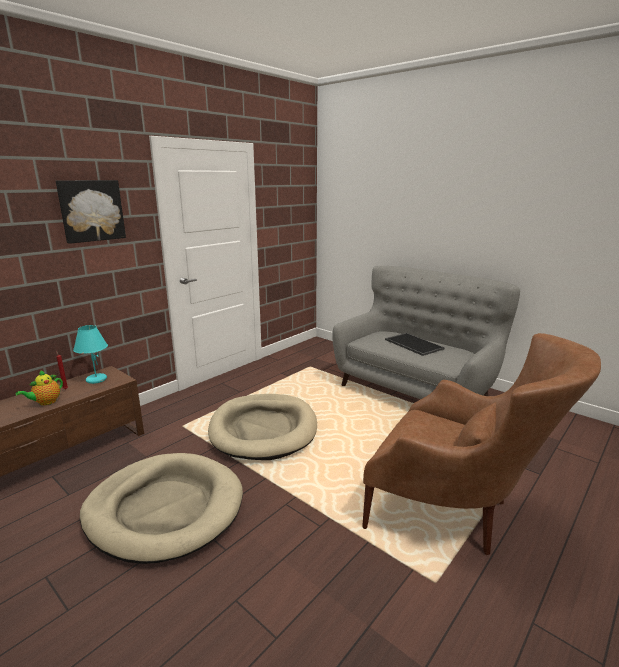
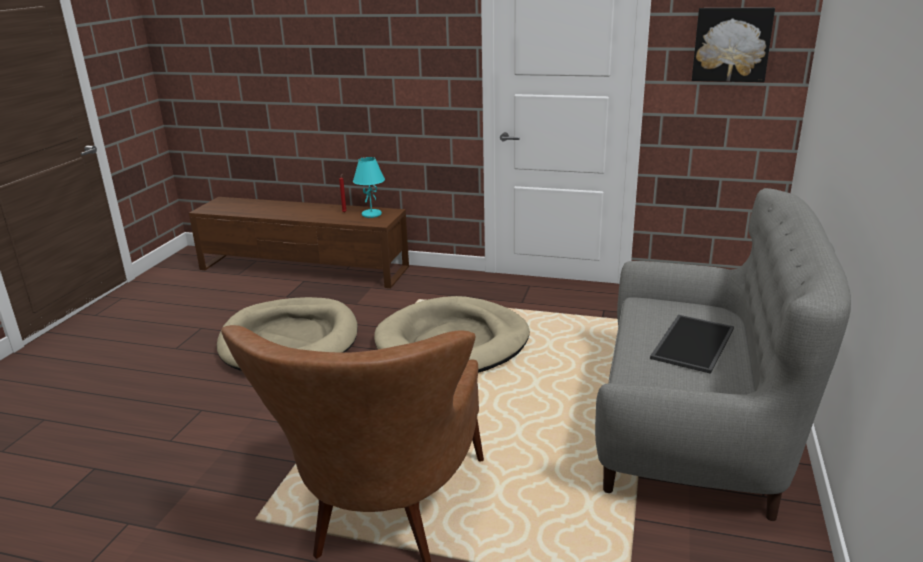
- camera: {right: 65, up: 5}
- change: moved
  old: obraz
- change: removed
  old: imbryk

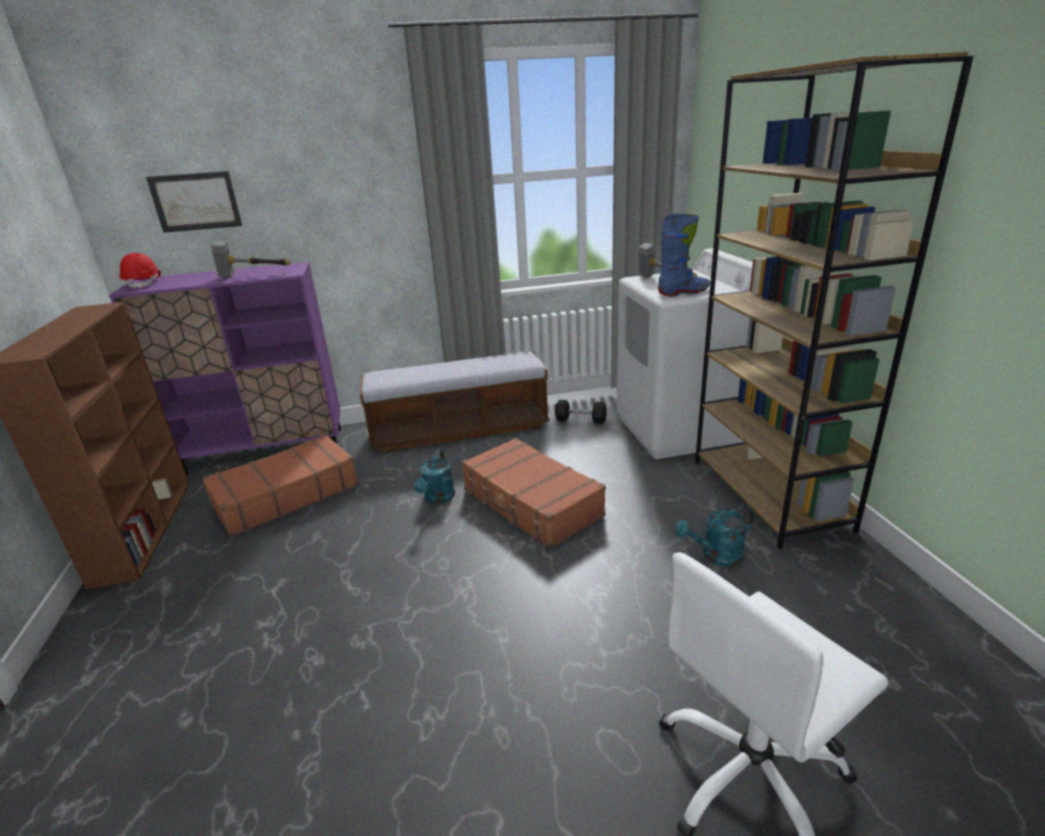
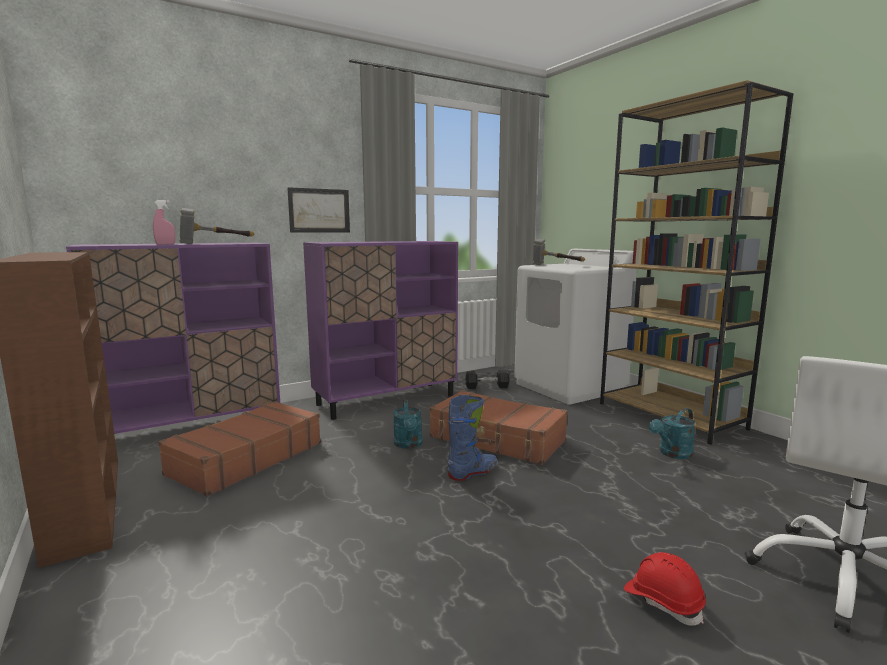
- camera: {right: -20, up: -15}
- change: moved
  old: obraz
- change: moved
  old: but z cholewką/niebieski
- change: moved
  old: kask/czerwony
- change: replaced
  old: ławka
  new: szafka/fioletowy (2nd from left)
- change: added
  new: spryskiwacz/różowy

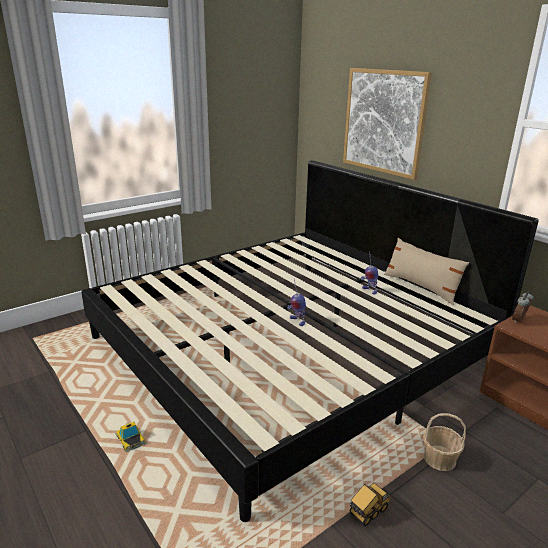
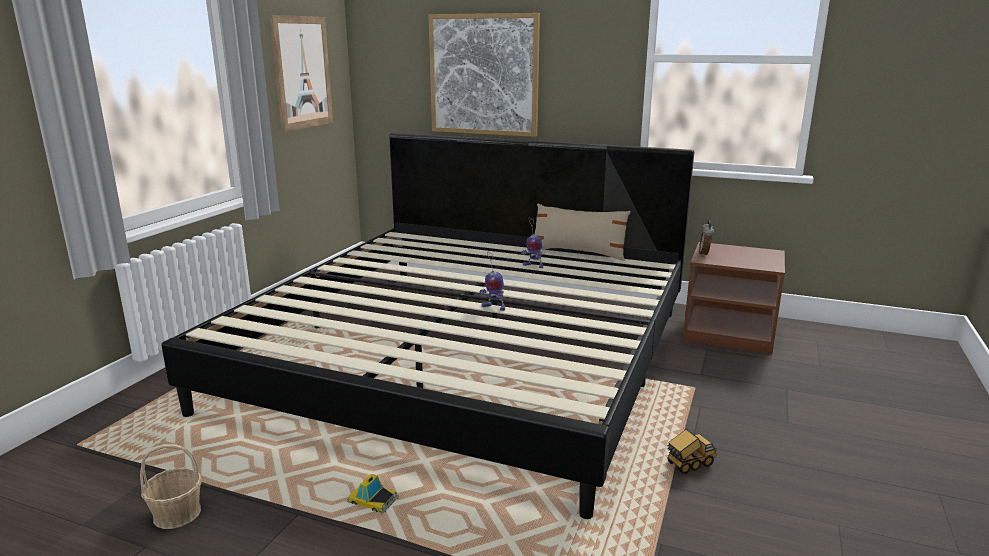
- camera: {right: -30, up: -5}
- change: moved
  old: koszyk
- change: turned
  old: ciężarówka zabawkowa
  degrees: 45
- change: added
  new: obraz (1st from left)

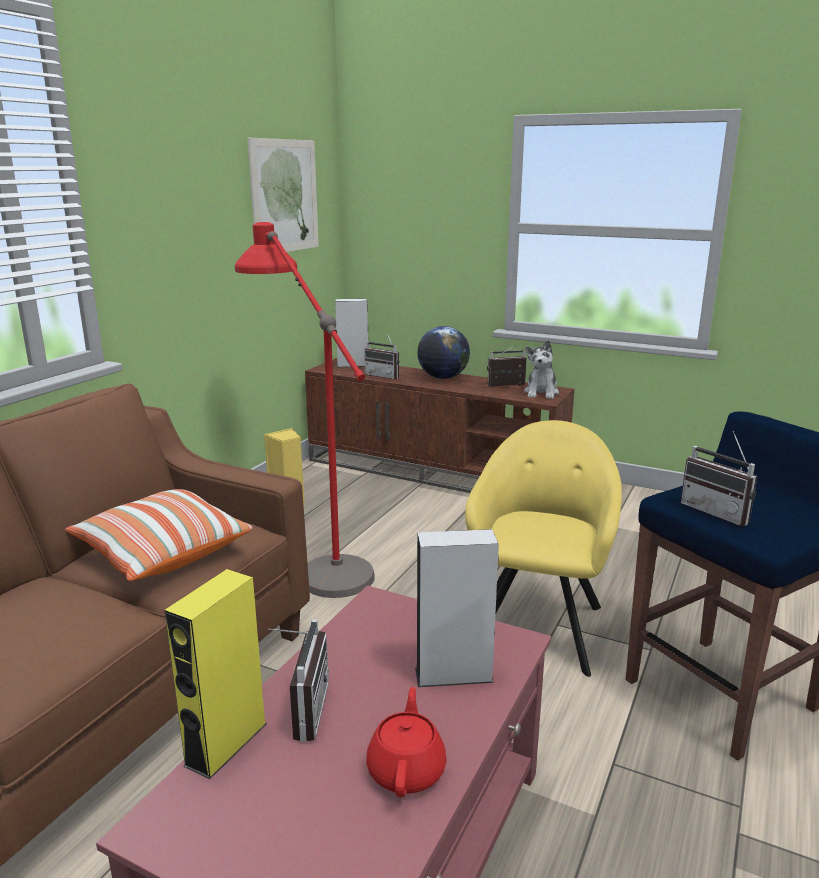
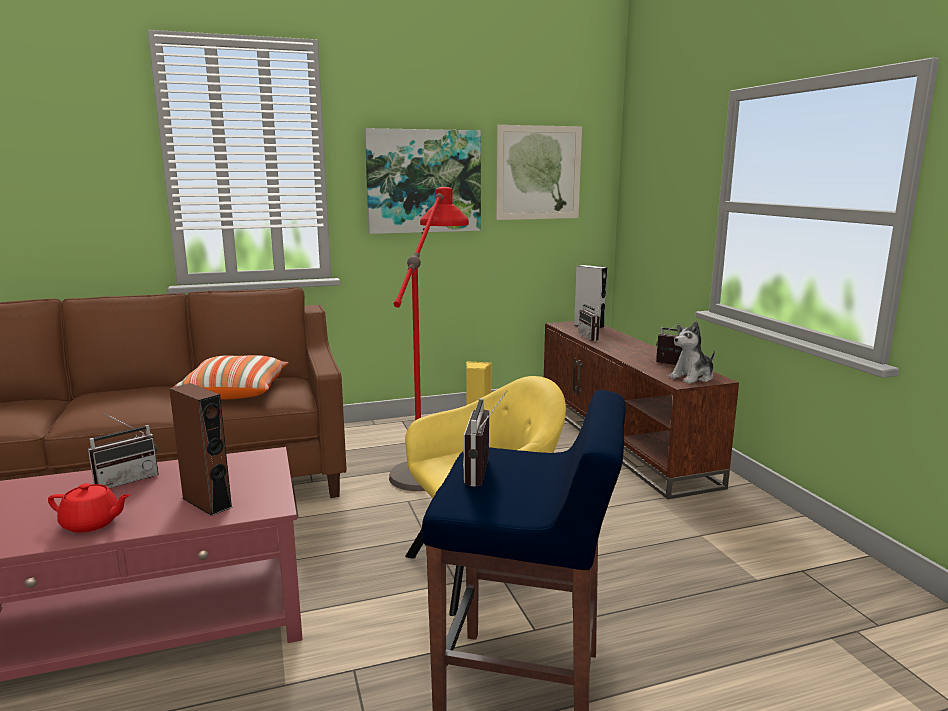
- camera: {right: 45, up: -5}
- change: removed
  old: globus
- change: recoloured
  old: głośnik/szary (2nd from left)
  new: głośnik/brązowy
- change: removed
  old: głośnik/żółty (1st from left)
- change: turned
  old: imbryk/czerwony
  degrees: 45
- change: added
  new: obraz (1st from left)

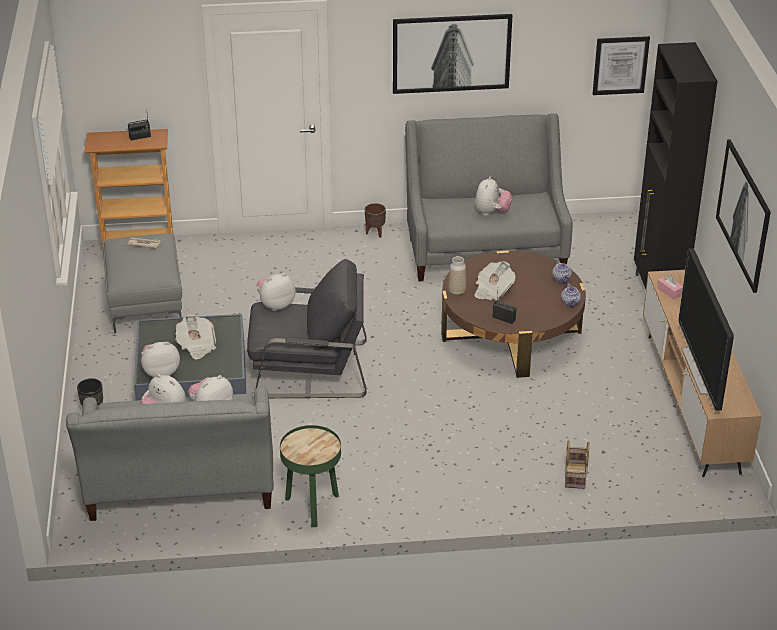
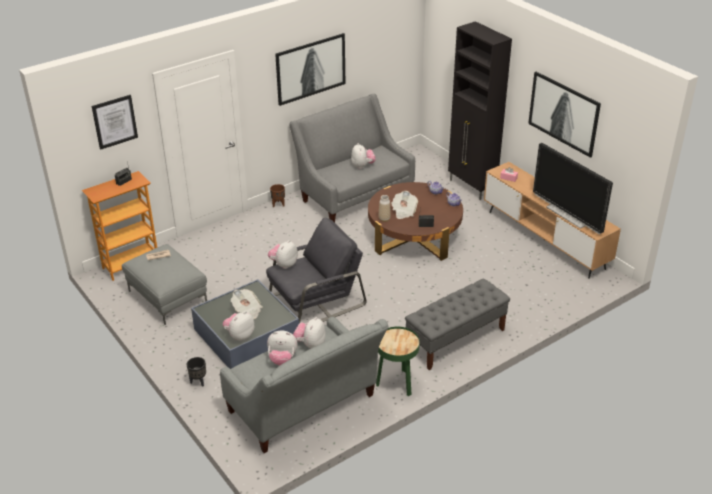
- camera: {right: -30, up: 0}
- change: moved
  old: obraz (2nd from left in the first image)
  new: obraz (1st from left)
- change: removed
  old: koszyk
- change: added
  new: ławka/szary

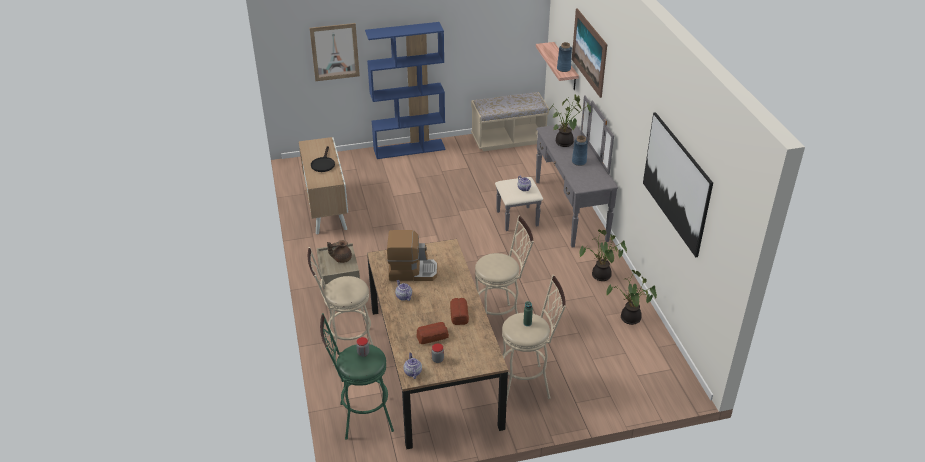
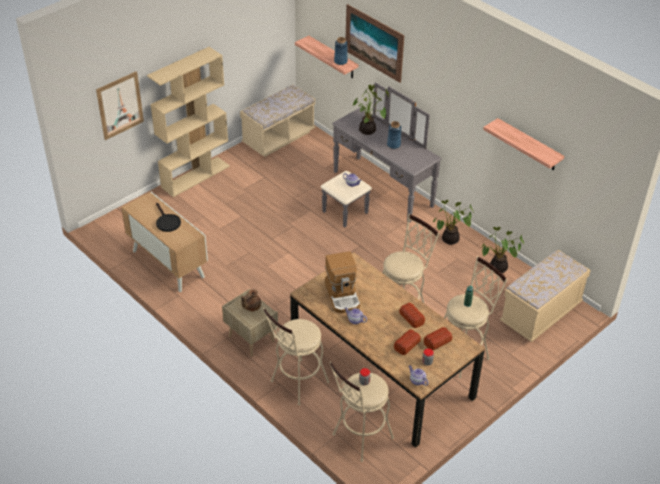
- camera: {right: -30, up: 5}
- change: recoloured
  old: regał/niebieski
  new: regał/beżowy
- change: replaced
  old: obraz (3rd from left)
  new: półka (2nd from left)
- change: turned
  old: ekspres do kawy
  degrees: 105
- change: recoloured
  old: stołek/zielony
  new: stołek/beżowy (2nd from left)
- change: added
  new: ławka/beżowy (2nd from left)
- change: added
  new: chleb (3rd from left)

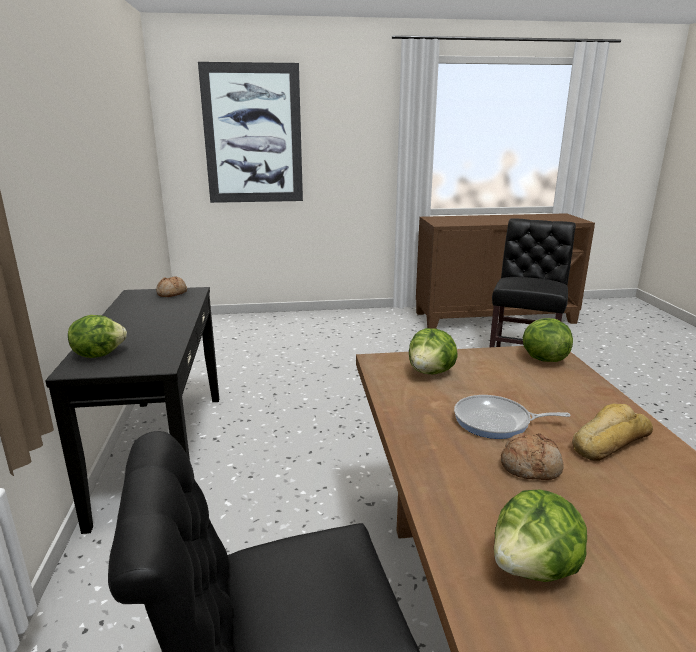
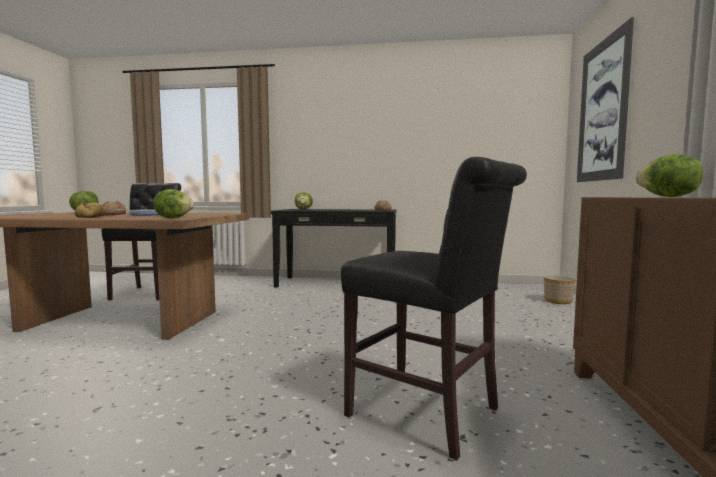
- camera: {right: 105, up: -15}
- change: moved
  old: sałata (2nd from left in the first image)
  new: sałata (4th from left)
- change: added
  new: donica

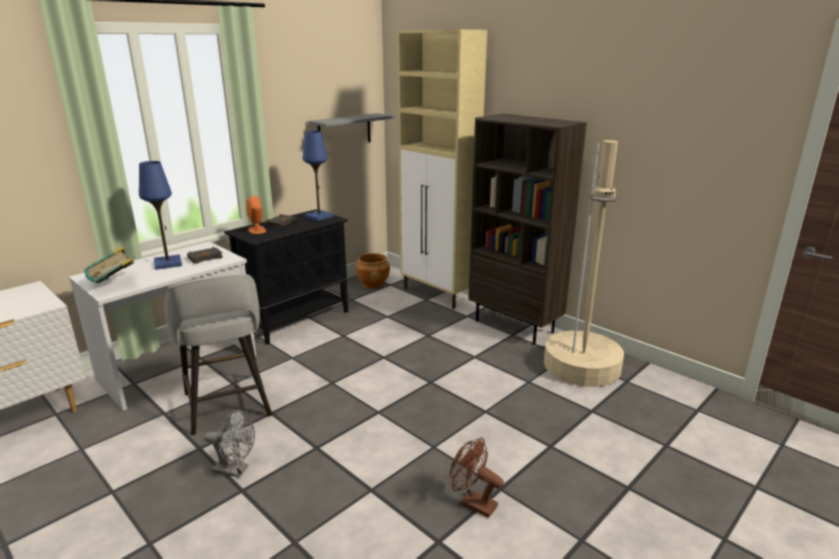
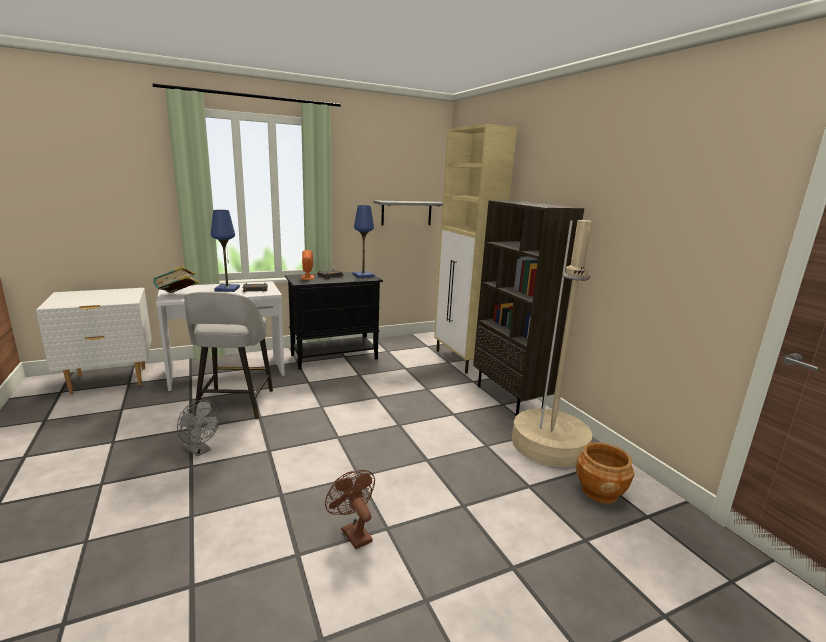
- camera: {right: 20, up: -5}
- change: moved
  old: donica/brązowy

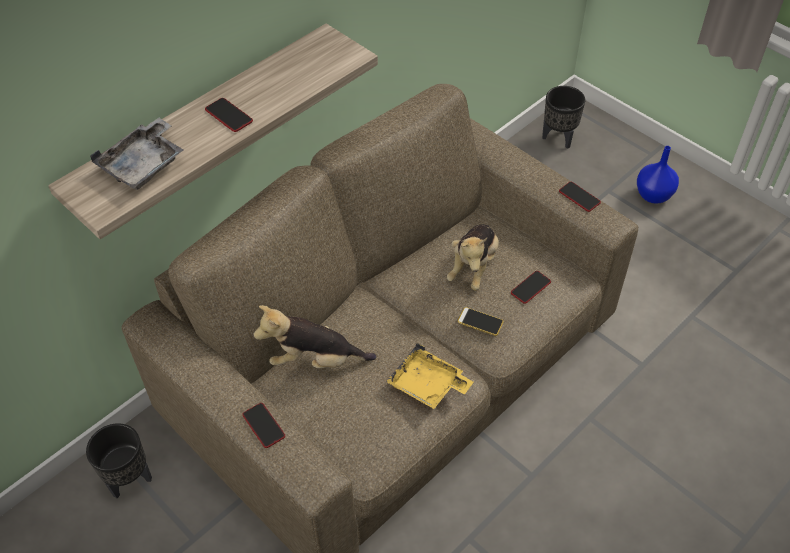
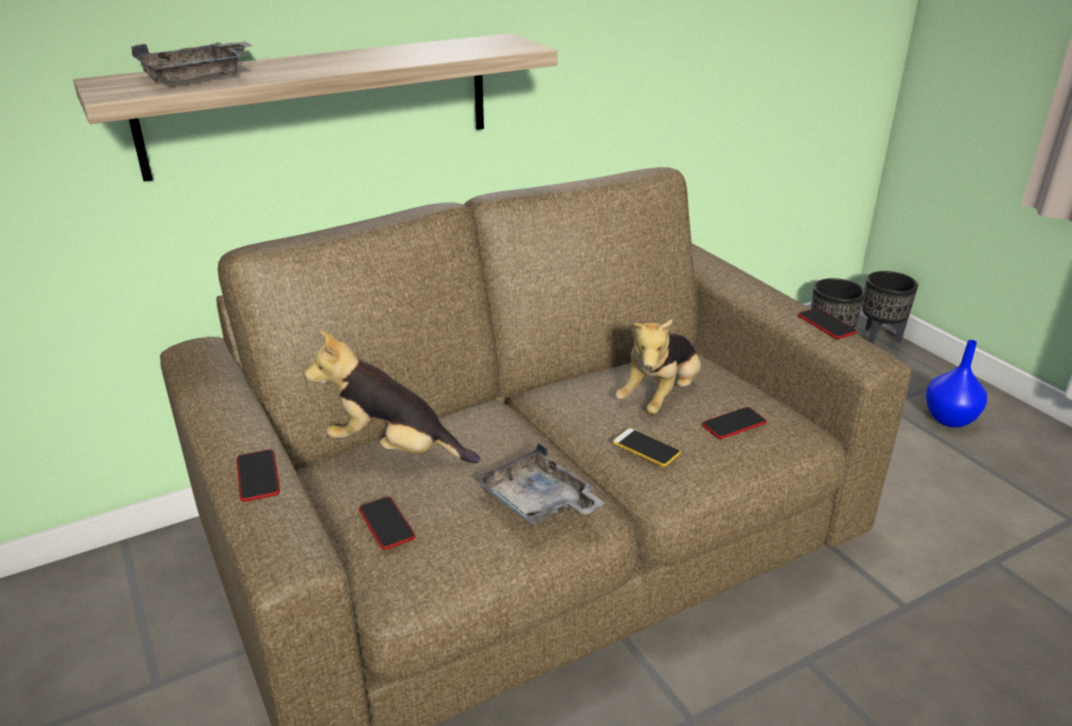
- camera: {right: 15, up: -20}
- change: moved
  old: telefon (1st from left in the first image)
  new: telefon (2nd from left)
- change: recoloured
  old: taca/żółty
  new: taca/szary (2nd from left)
- change: moved
  old: donica/czarny (1st from left in the first image)
  new: donica/czarny (2nd from left)

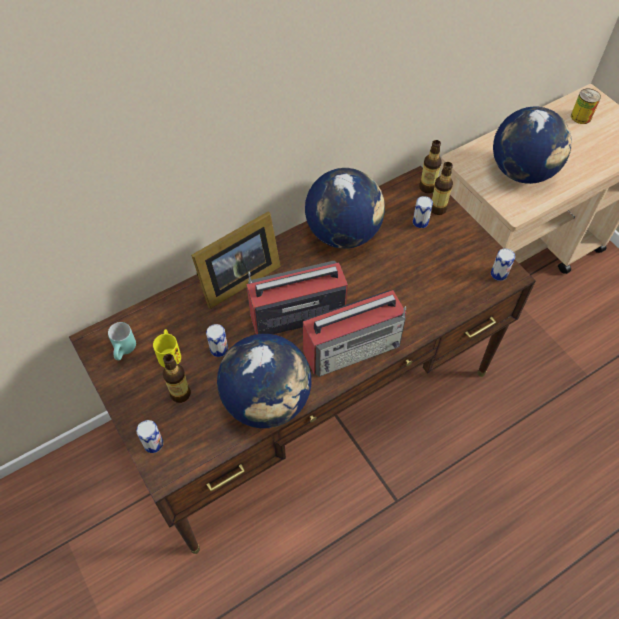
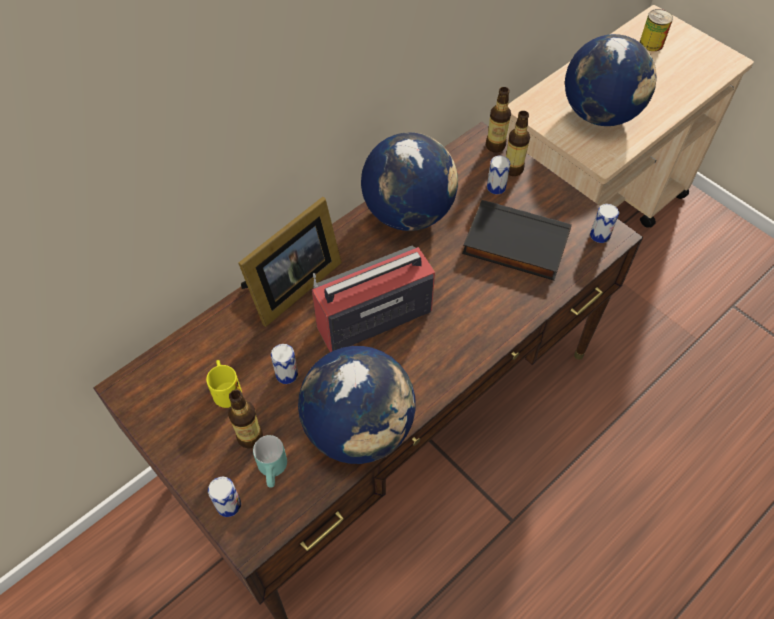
- camera: {right: -10, up: 0}
- change: removed
  old: radio (2nd from left)
- change: moved
  old: kubek/turkusowy
- change: added
  new: książka/czarny

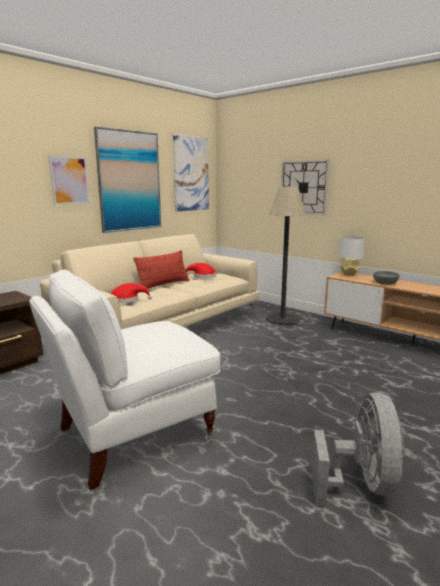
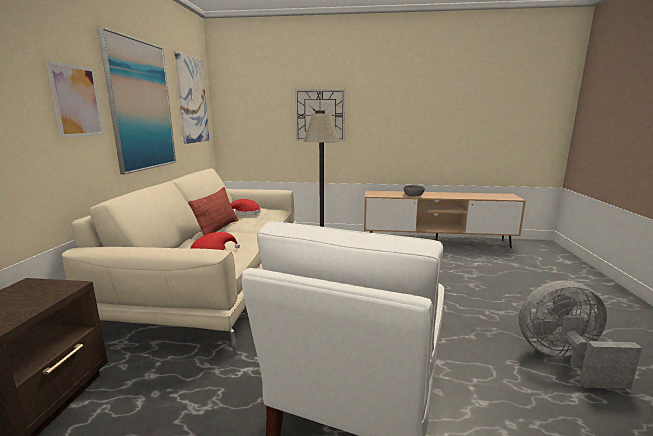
- camera: {right: -35, up: 0}
- change: removed
  old: lampa stołowa/szary
- change: turned
  old: wentylator/szary
  degrees: -60

